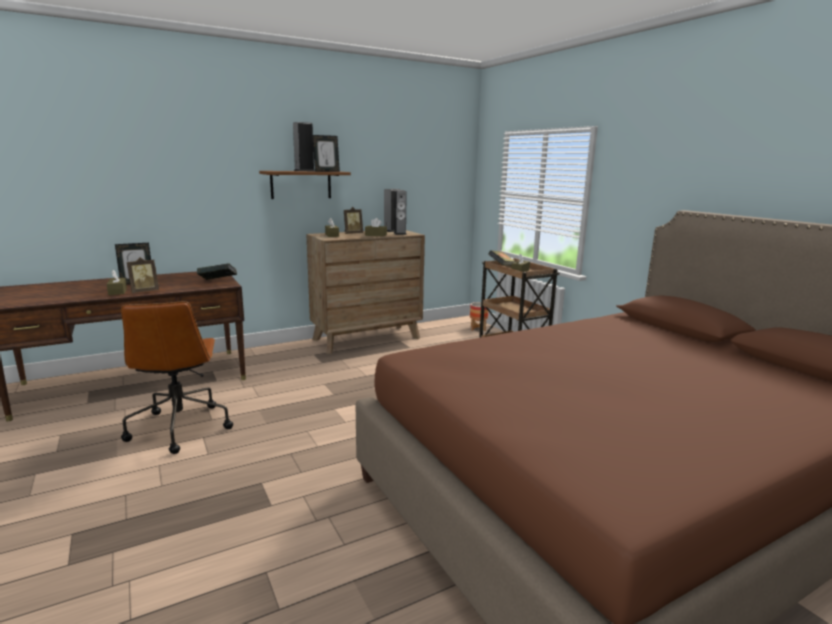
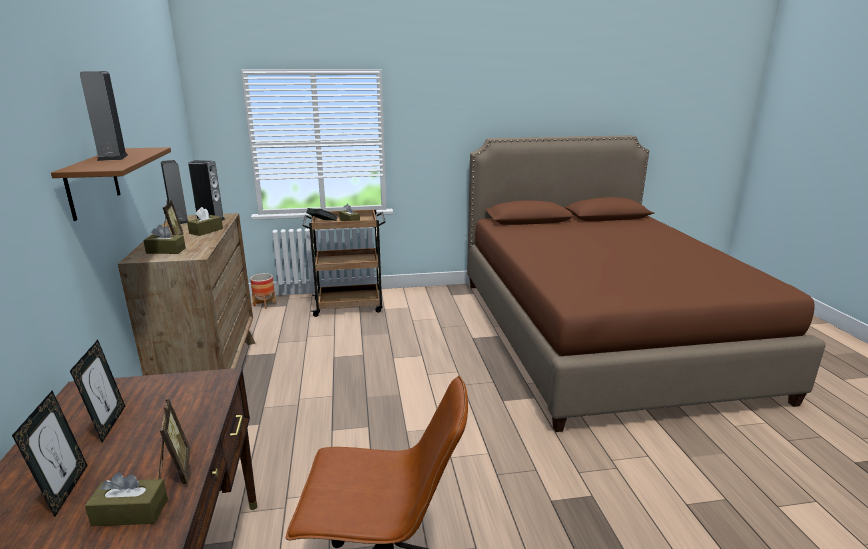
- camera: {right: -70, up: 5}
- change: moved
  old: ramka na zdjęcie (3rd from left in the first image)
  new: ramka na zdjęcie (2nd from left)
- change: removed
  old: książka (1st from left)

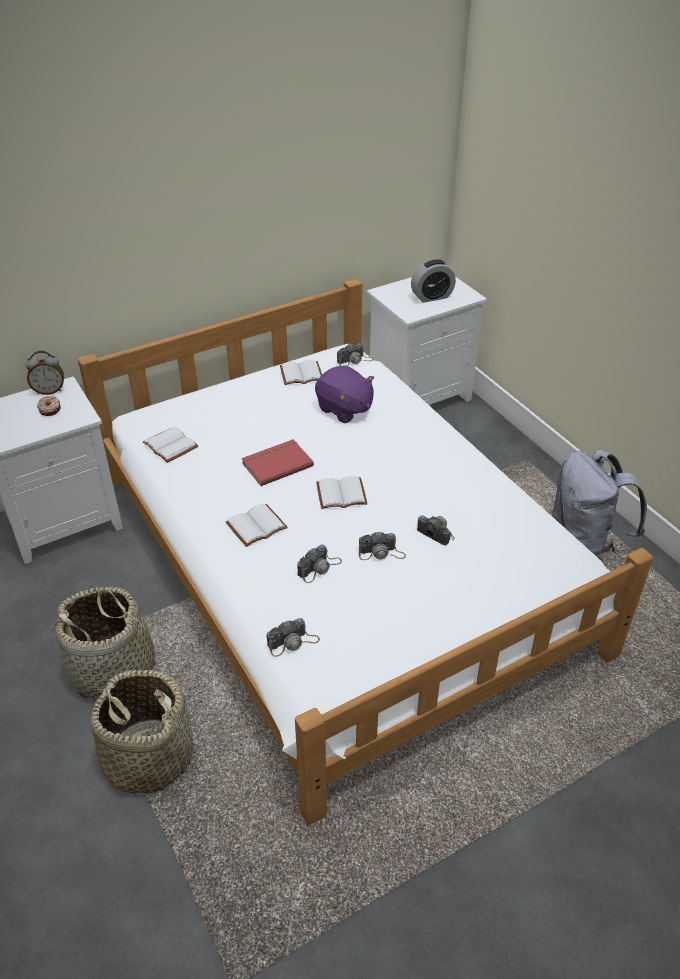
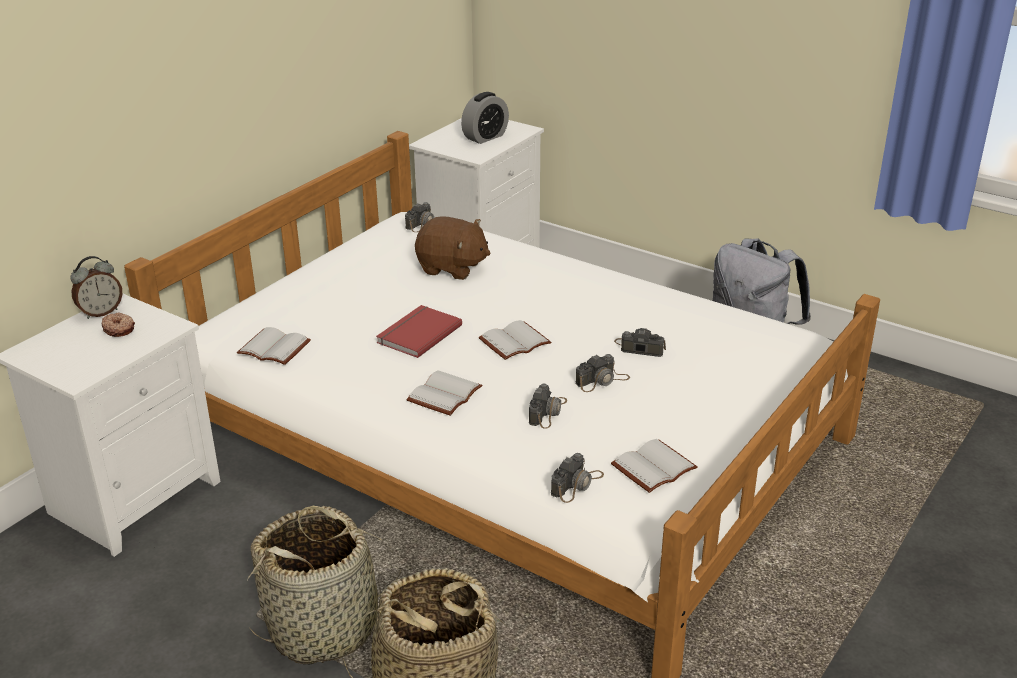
- camera: {right: -25, up: -10}
- change: moved
  old: książka/biały (3rd from left in the first image)
  new: książka/biały (4th from left)
- change: recoloured
  old: pluszak/fioletowy
  new: pluszak/brązowy

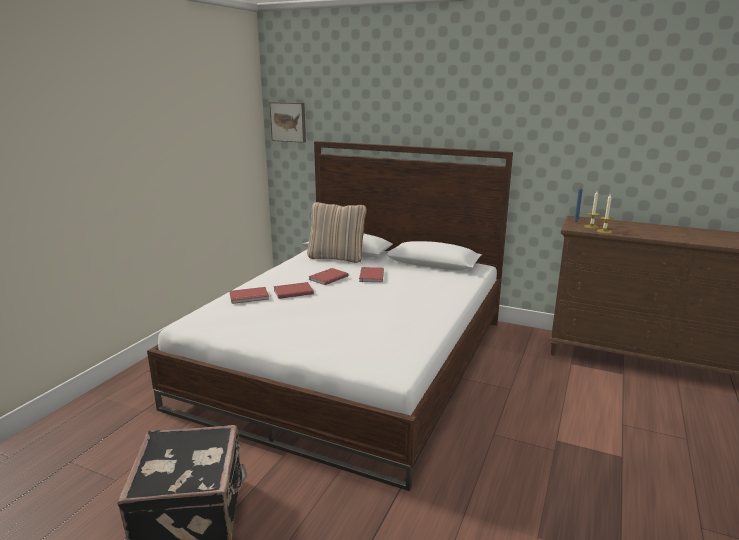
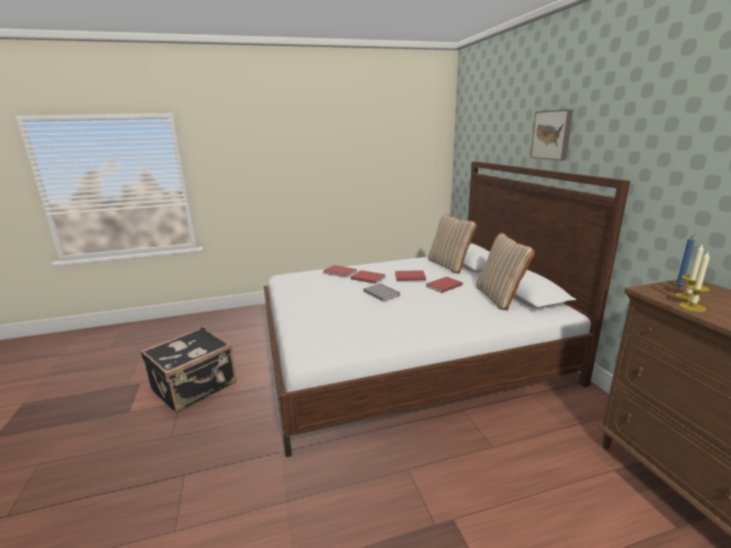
- camera: {right: 50, up: 0}
- change: moved
  old: obraz
- change: added
  new: poduszka/beżowy (2nd from left)
- change: added
  new: książka/szary

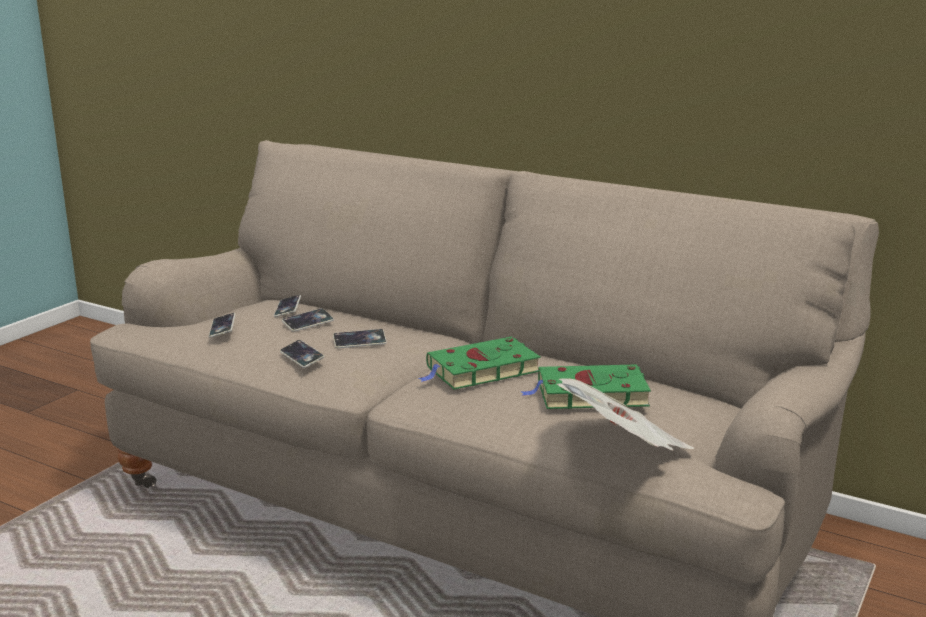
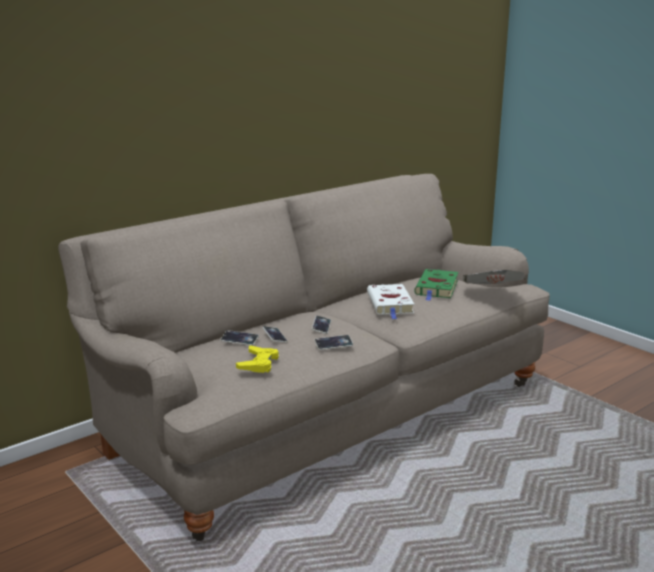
- camera: {right: -70, up: 0}
- change: replaced
  old: telefon (1st from left)
  new: pad do gier/żółty
- change: recoloured
  old: książka/zielony (1st from left)
  new: książka/biały

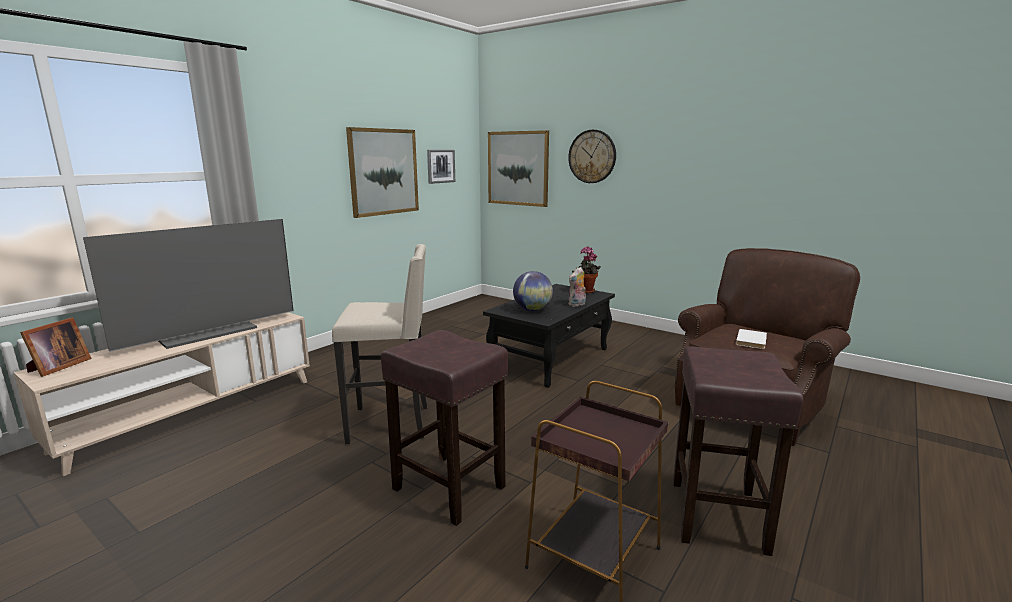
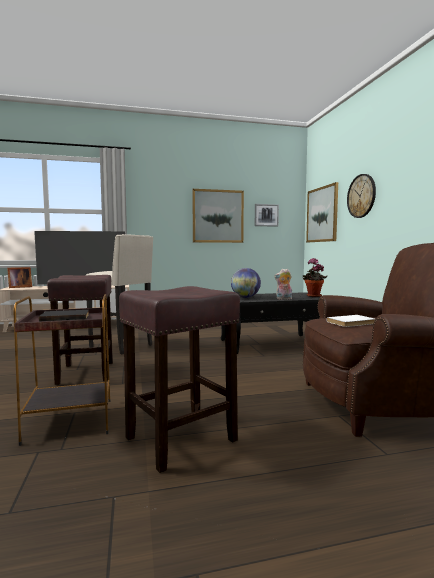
- camera: {right: 40, up: -10}
- change: added
  new: książka/czarny

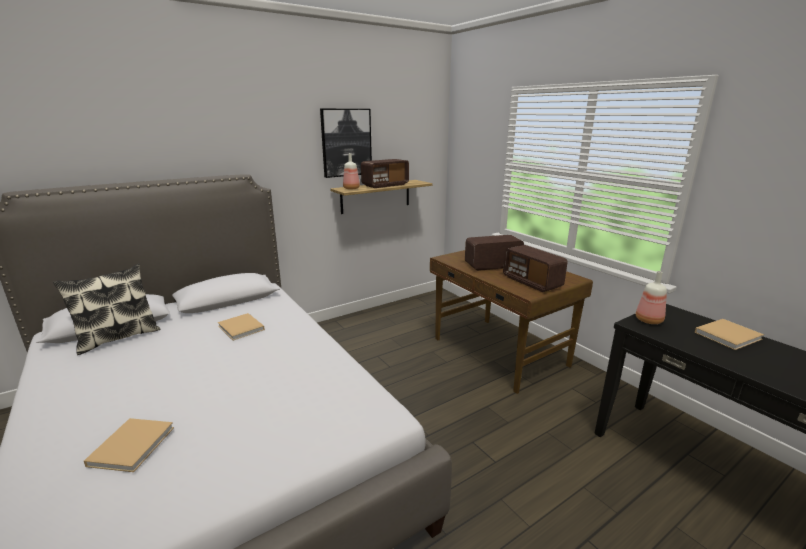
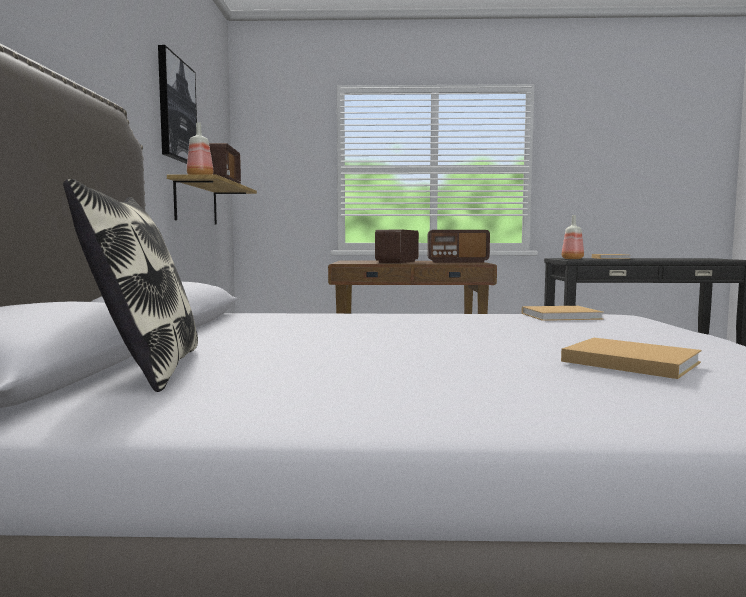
- camera: {right: -55, up: -15}
- change: moved
  old: książka/beżowy (2nd from left in the first image)
  new: książka/beżowy (1st from left)

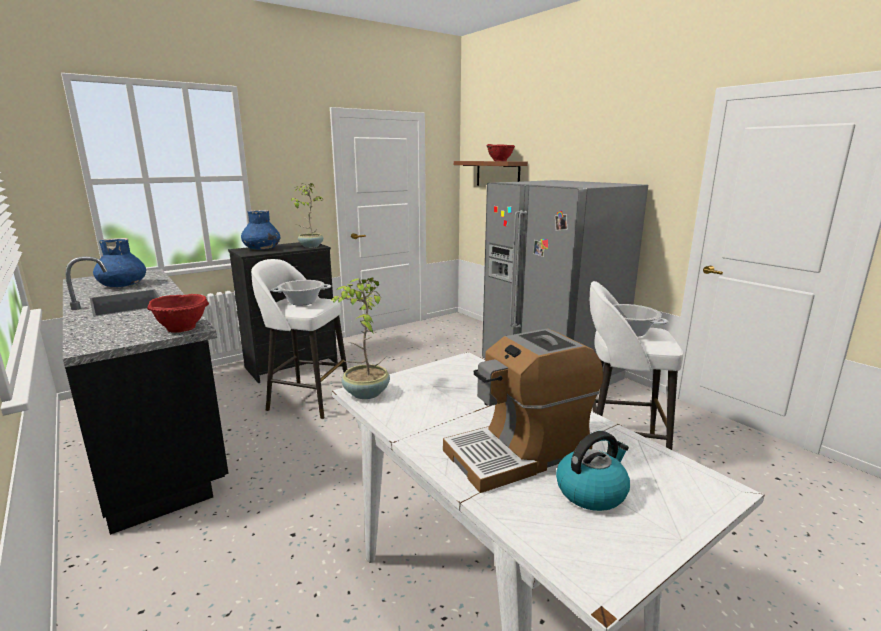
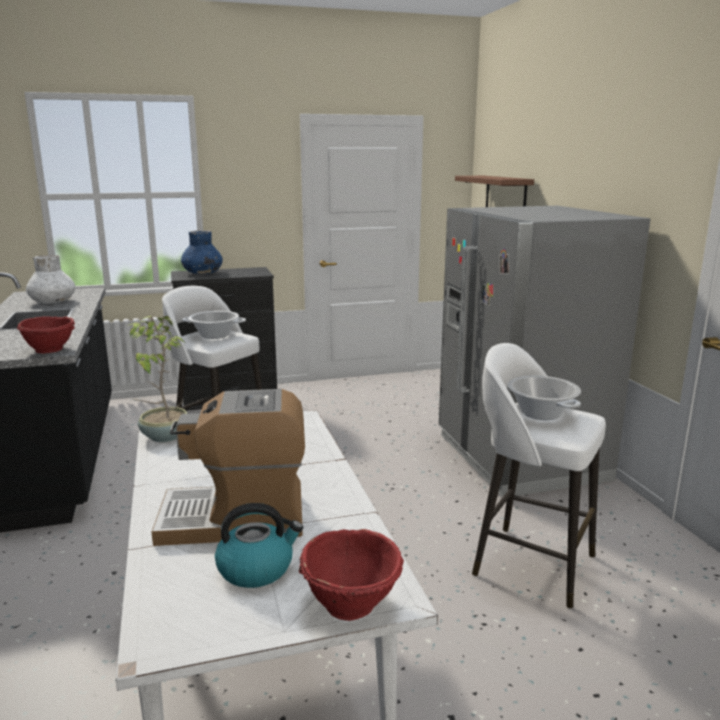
- camera: {right: 20, up: 0}
- change: moved
  old: miska/czerwony (2nd from left)
- change: removed
  old: roślina doniczkowa (1st from left)
- change: recoloured
  old: wazon/niebieski (1st from left)
  new: wazon/biały

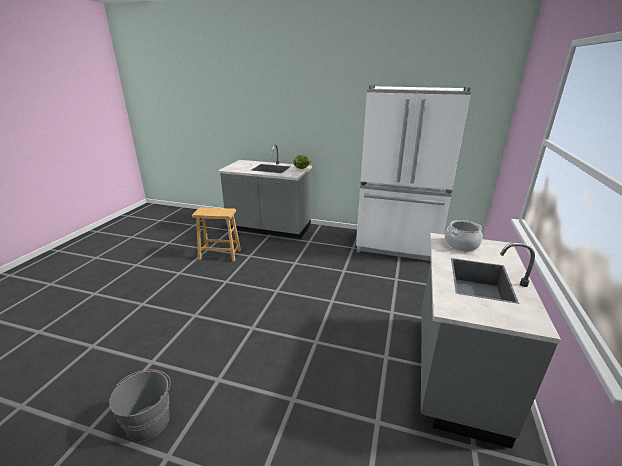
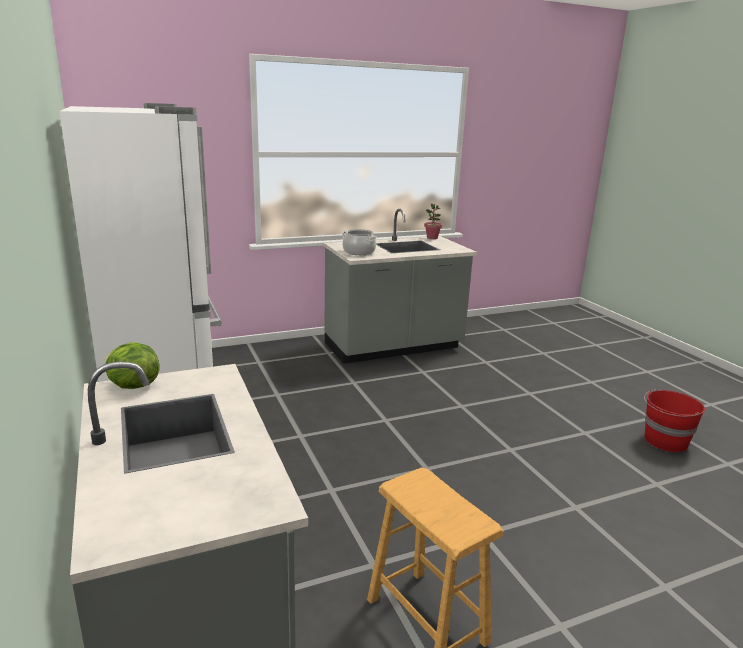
- camera: {right: -130, up: -5}
- change: recoloured
  old: wiadro/szary
  new: wiadro/czerwony
- change: added
  new: roślina doniczkowa

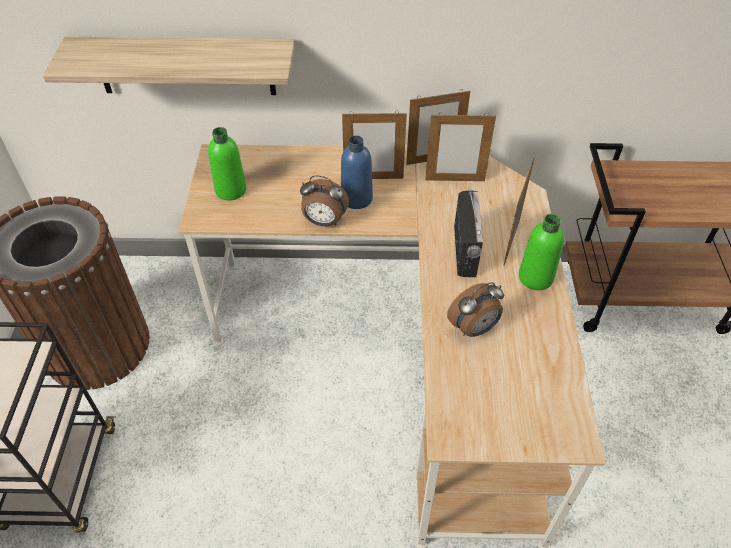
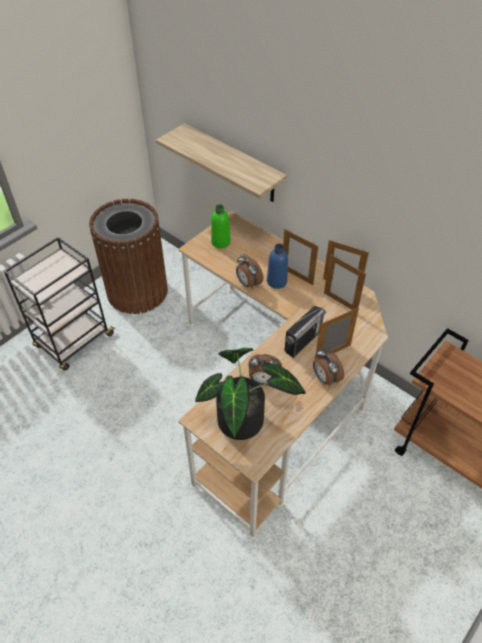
- camera: {right: 40, up: 0}
- change: replaced
  old: butelka/zielony (2nd from left)
  new: budzik (3rd from left)
- change: added
  new: roślina doniczkowa

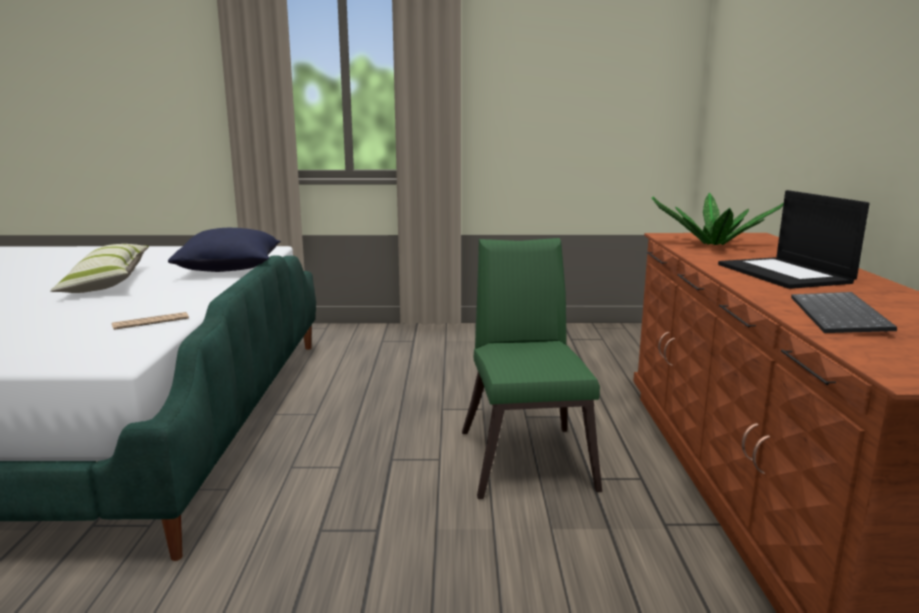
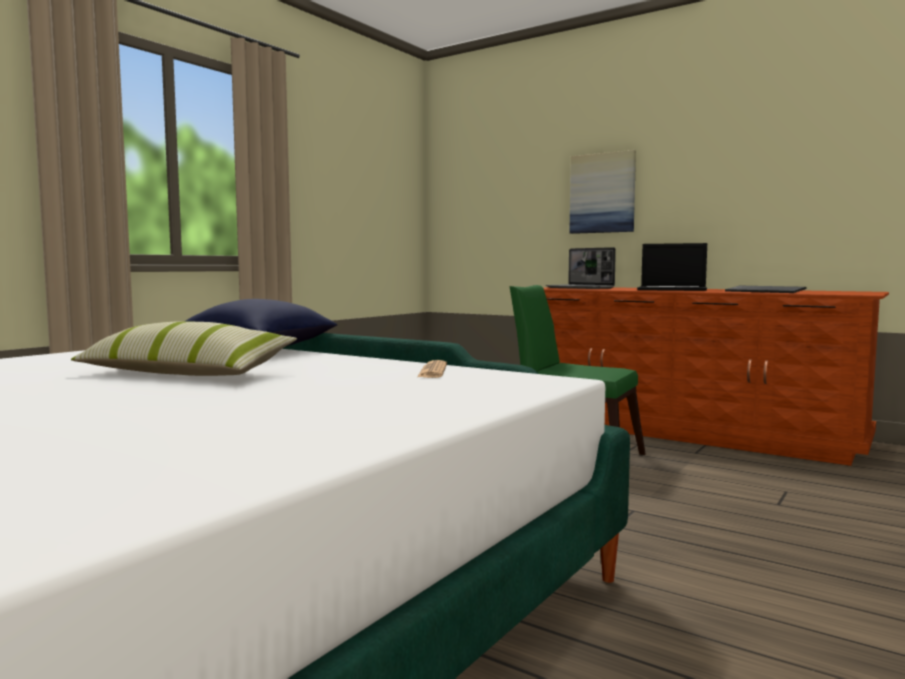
- camera: {right: -55, up: -10}
- change: replaced
  old: roślina doniczkowa
  new: laptop (1st from left)
- change: added
  new: obraz

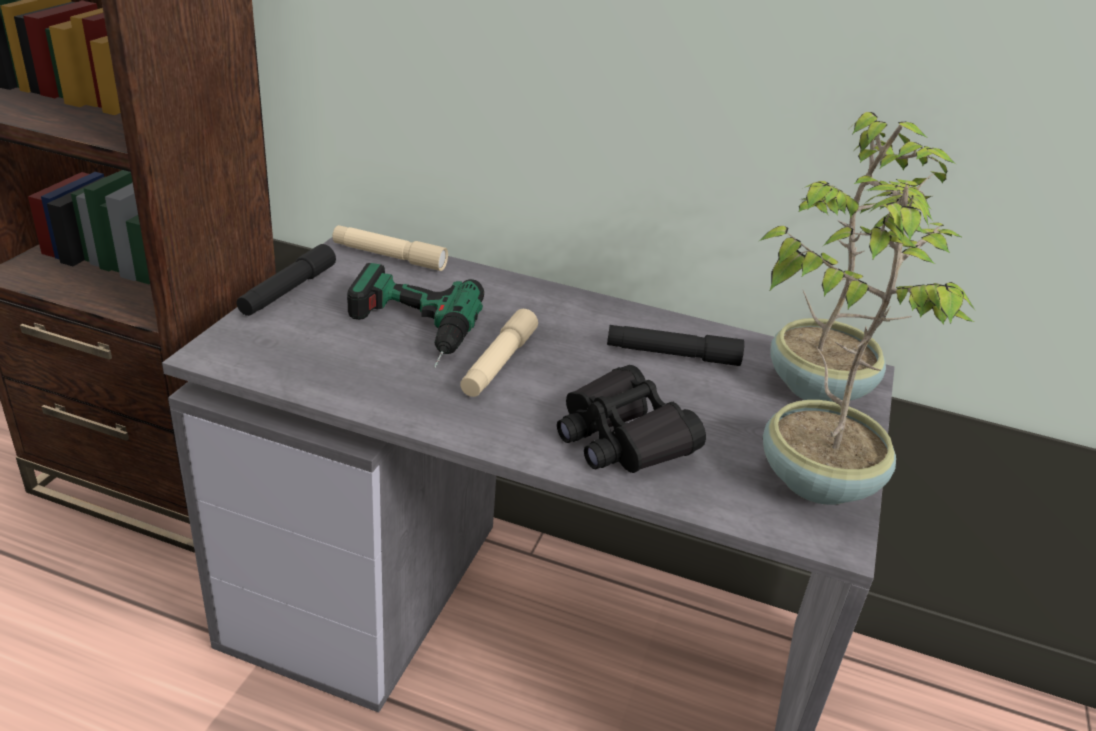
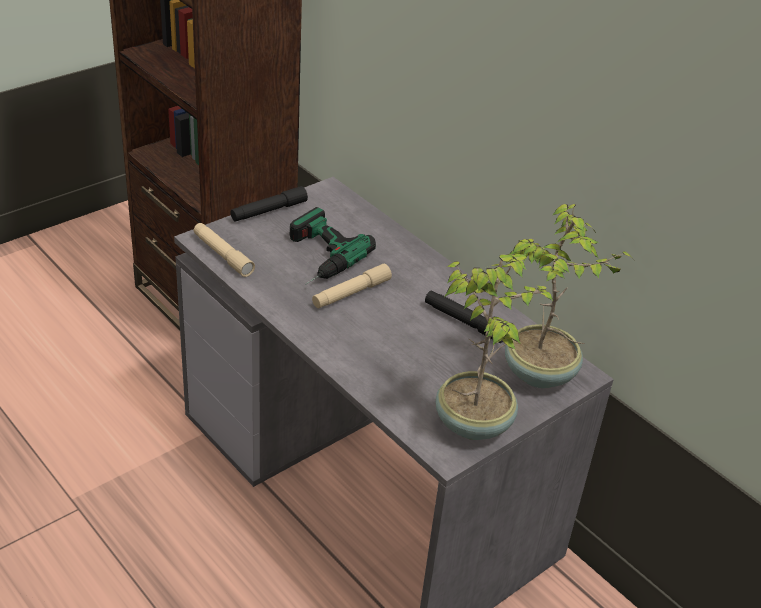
- camera: {right: 30, up: 5}
- change: moved
  old: latarka/beżowy (1st from left)
- change: removed
  old: lornetka/czarny

